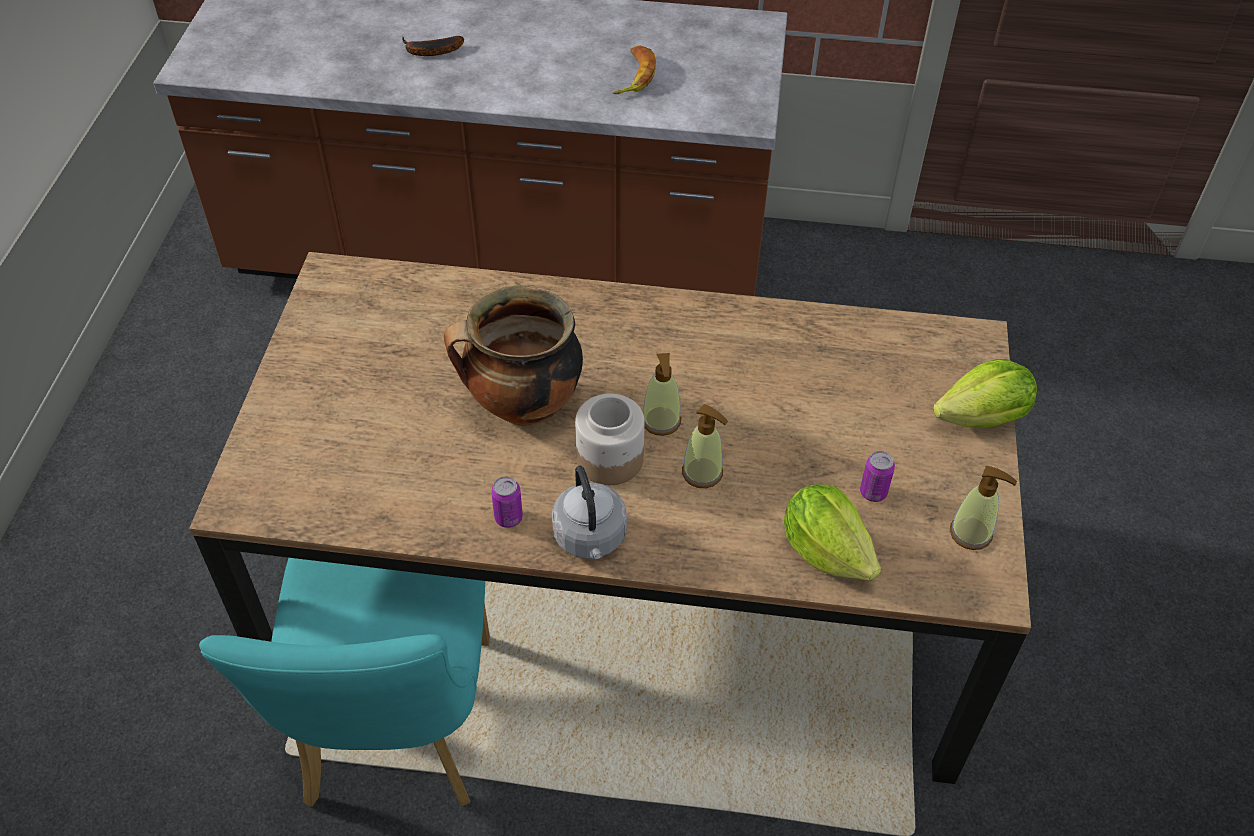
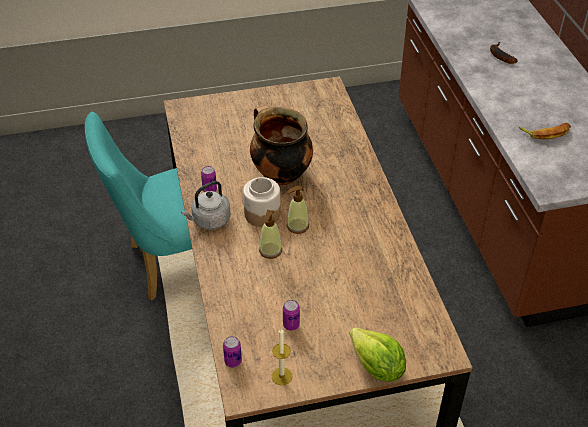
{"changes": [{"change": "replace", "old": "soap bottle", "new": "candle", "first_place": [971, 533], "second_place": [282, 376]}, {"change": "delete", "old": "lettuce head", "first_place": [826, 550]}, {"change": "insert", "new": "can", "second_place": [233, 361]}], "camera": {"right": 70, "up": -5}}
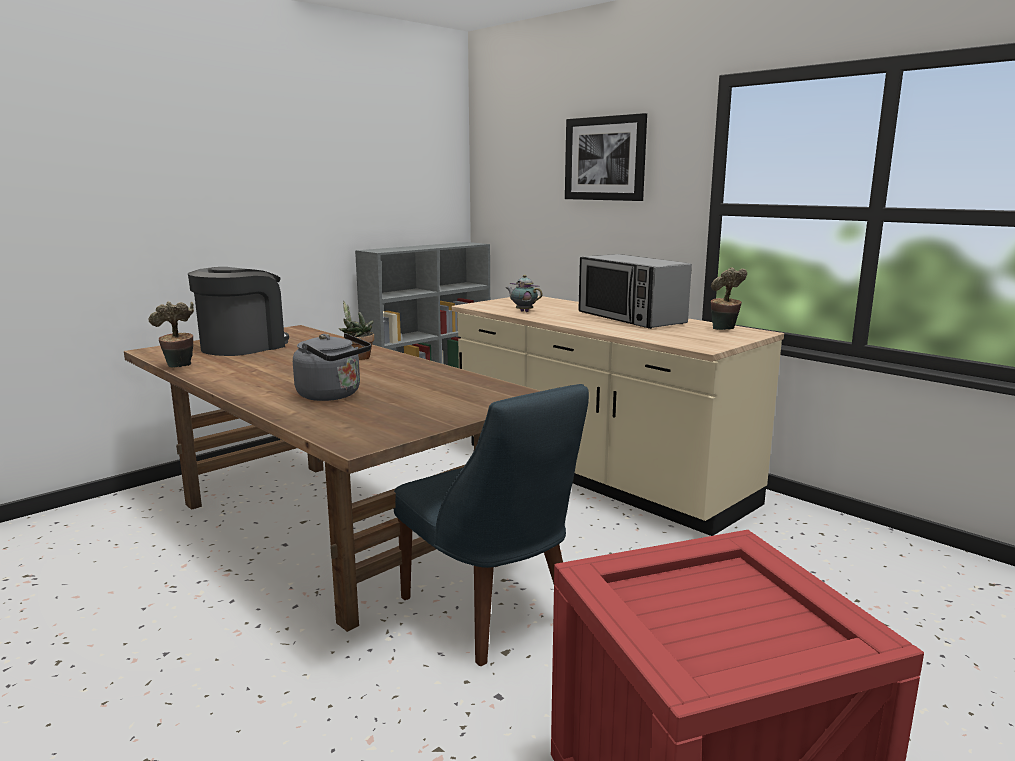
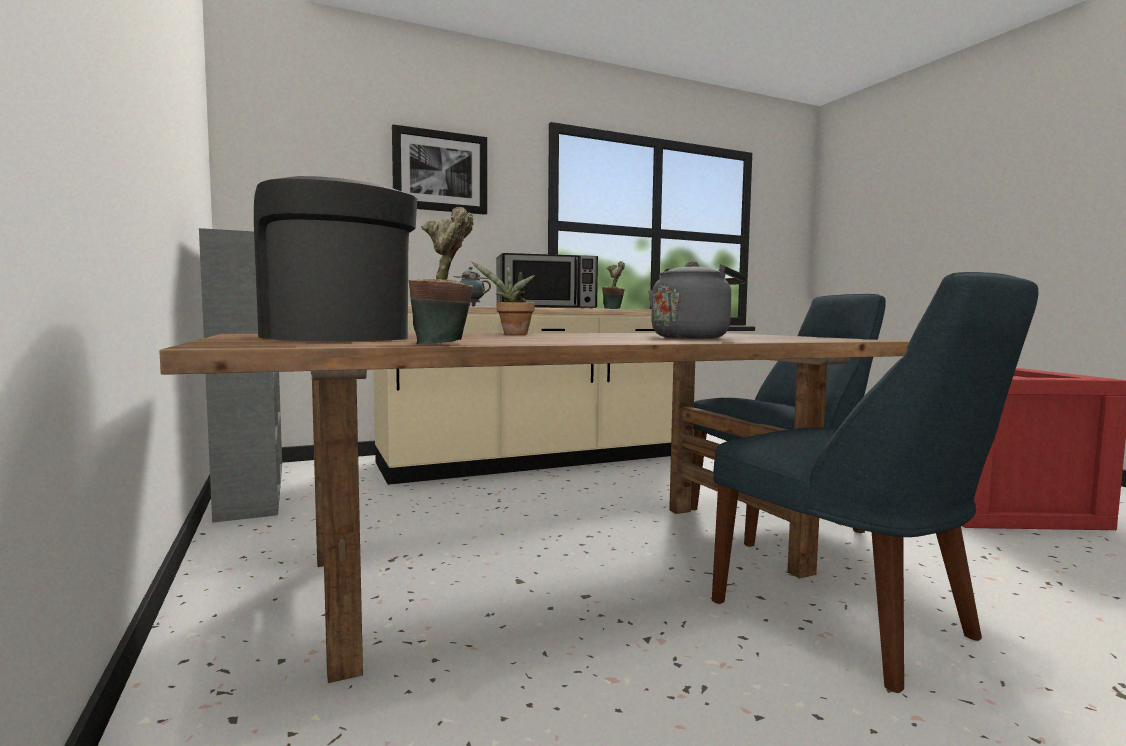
{"changes": [{"change": "insert", "new": "plain chair in blue", "second_place": [851, 623]}], "camera": {"right": -70, "up": -10}}
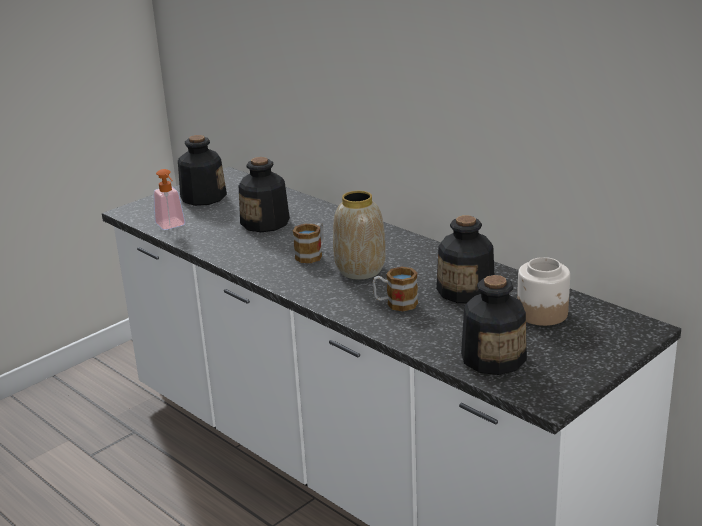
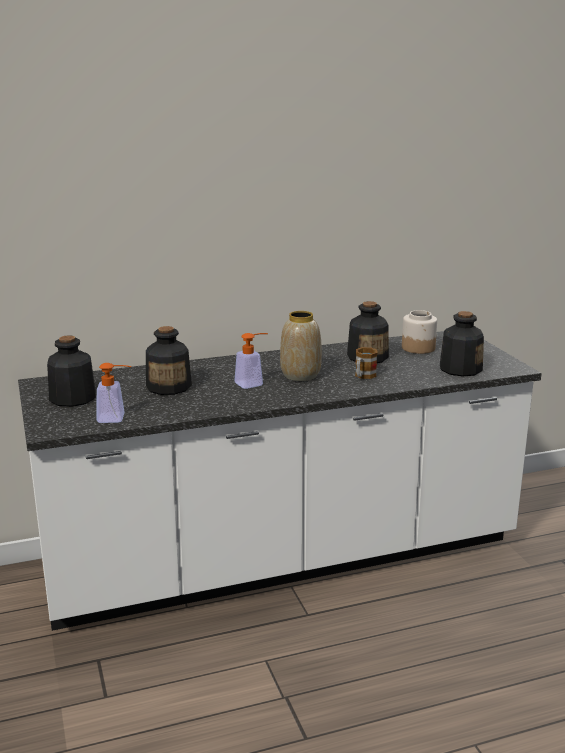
{"changes": [{"change": "replace", "old": "coffee mug", "new": "soap bottle", "first_place": [312, 254], "second_place": [253, 383]}], "camera": {"right": -65, "up": -5}}
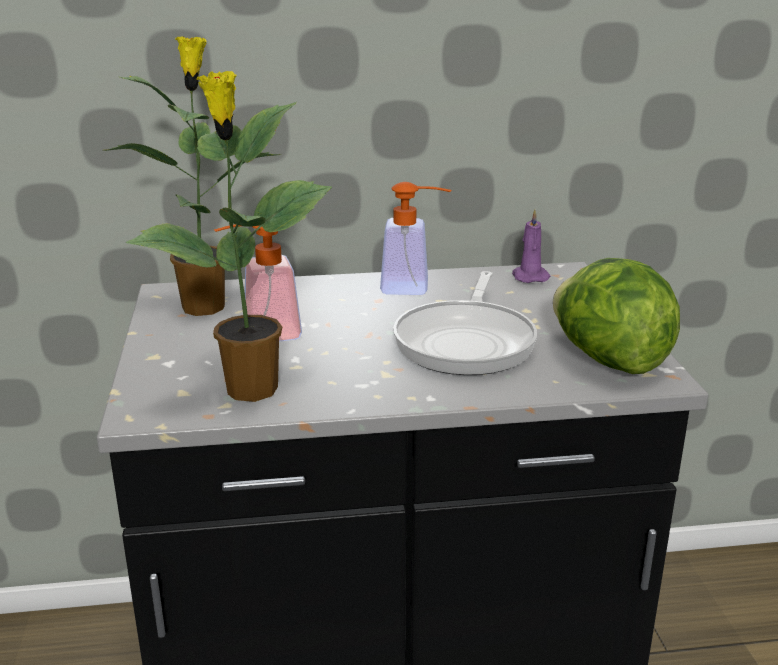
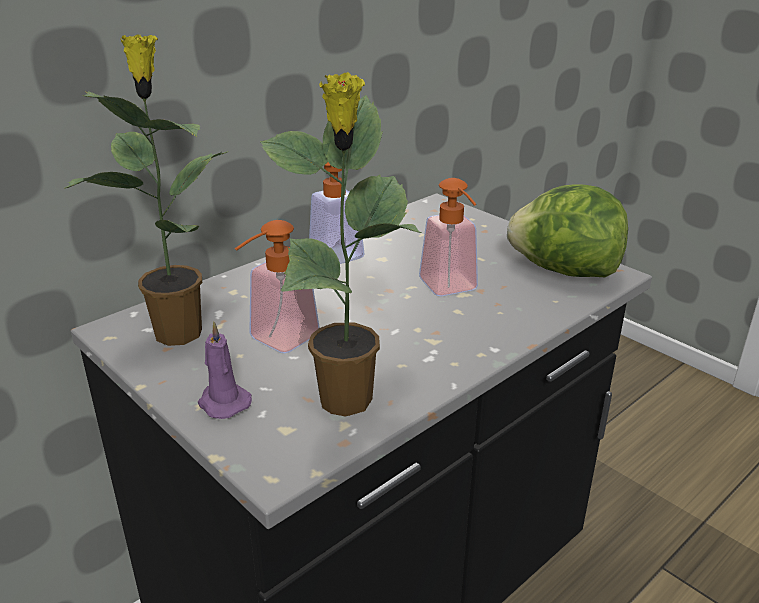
{"changes": [{"change": "move", "old": "candle in purplish", "first_place": [529, 276], "second_place": [223, 402]}, {"change": "replace", "old": "pan", "new": "soap bottle", "first_place": [467, 342], "second_place": [452, 289]}], "camera": {"right": -35, "up": 5}}
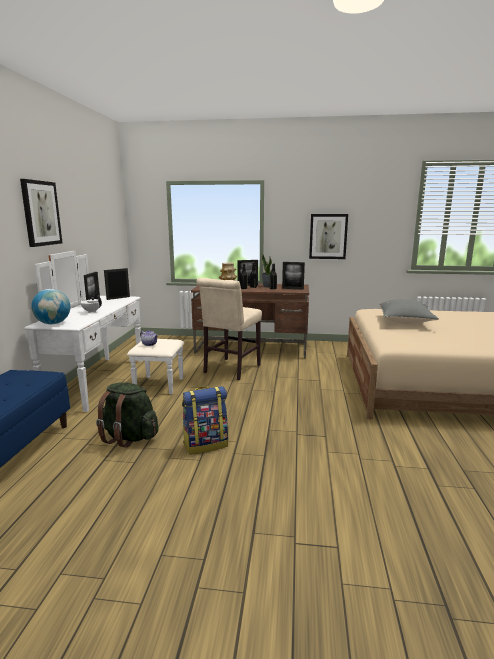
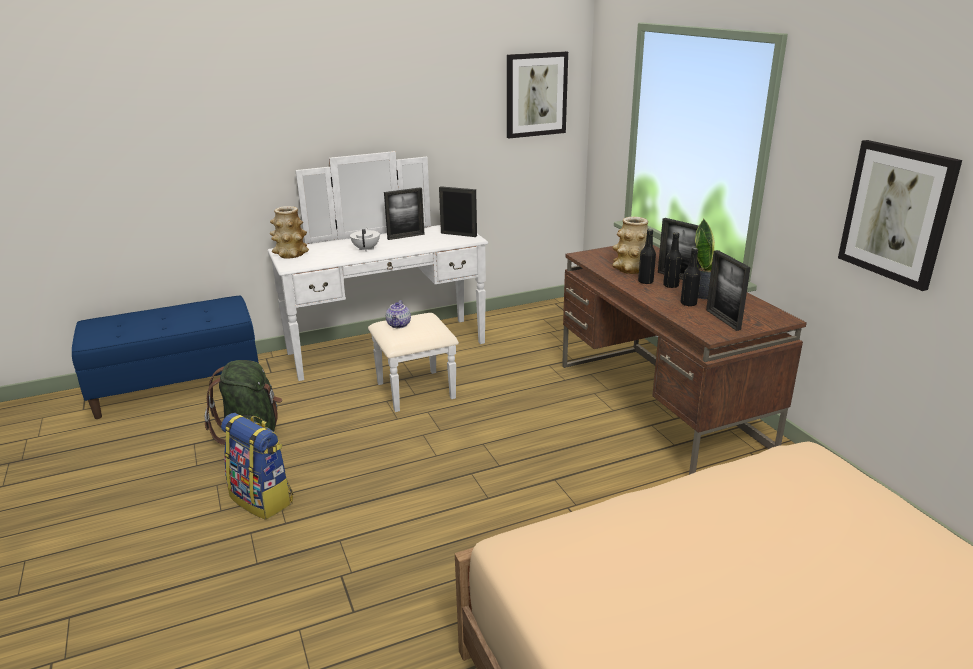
{"changes": [{"change": "move", "old": "picture", "first_place": [41, 213], "second_place": [536, 94]}, {"change": "delete", "old": "plain chair in sand-coloured", "first_place": [230, 370]}, {"change": "replace", "old": "globe", "new": "flower vase", "first_place": [53, 323], "second_place": [291, 254]}, {"change": "delete", "old": "throw pillow in grey", "first_place": [405, 322]}], "camera": {"right": 60, "up": 10}}
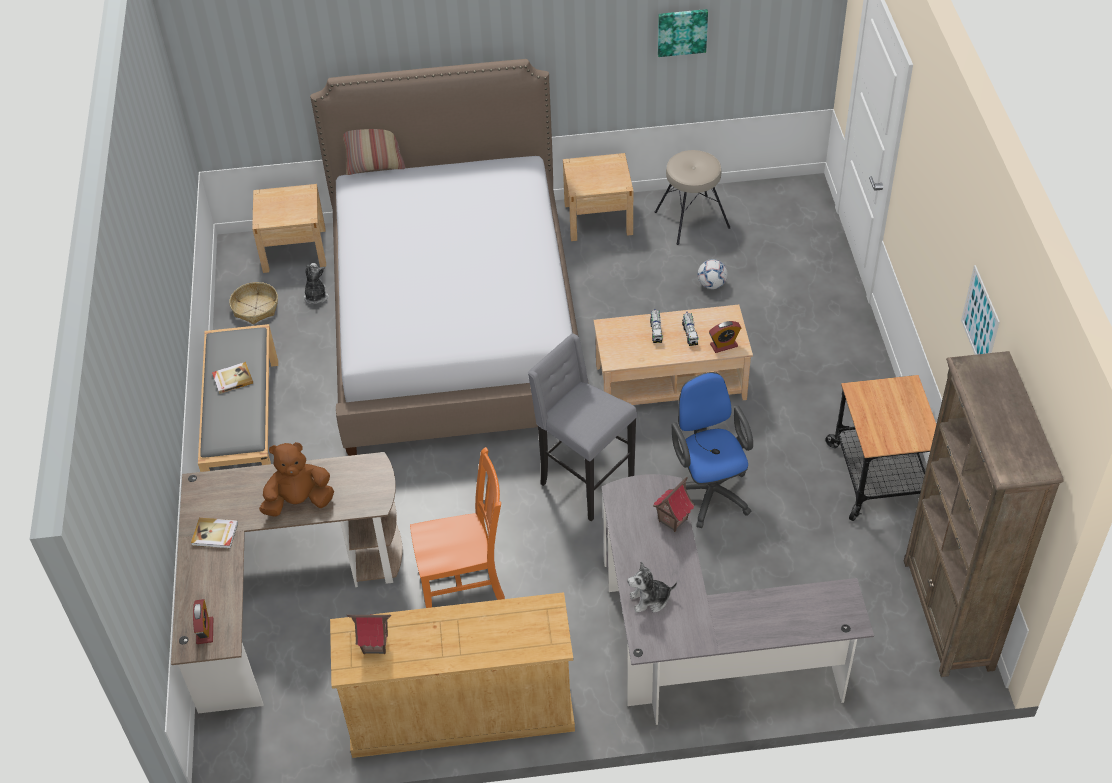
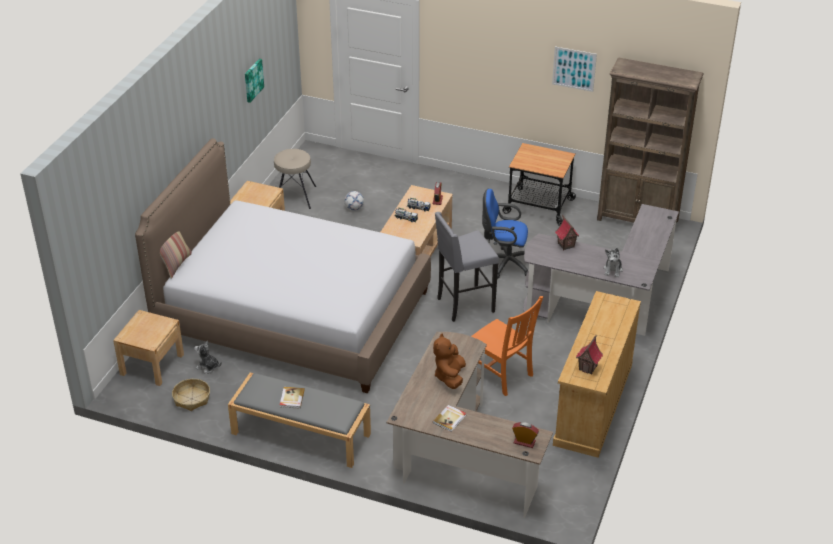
{"changes": [{"change": "rotate", "old": "plain chair in orange-coloured", "first_place": [464, 581], "second_place": [502, 374], "degrees": 120}], "camera": {"right": -65, "up": -10}}
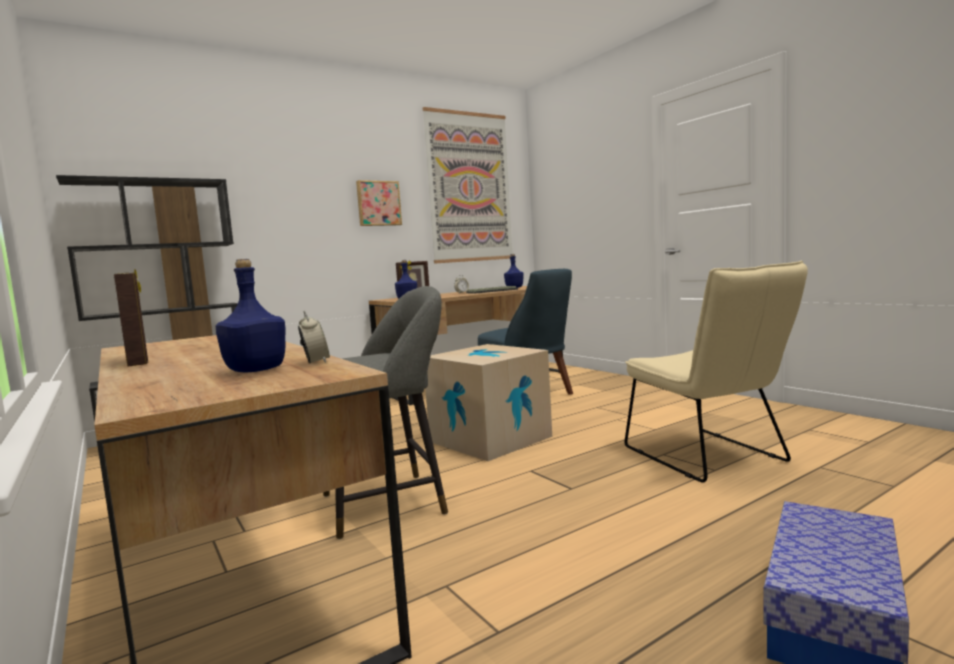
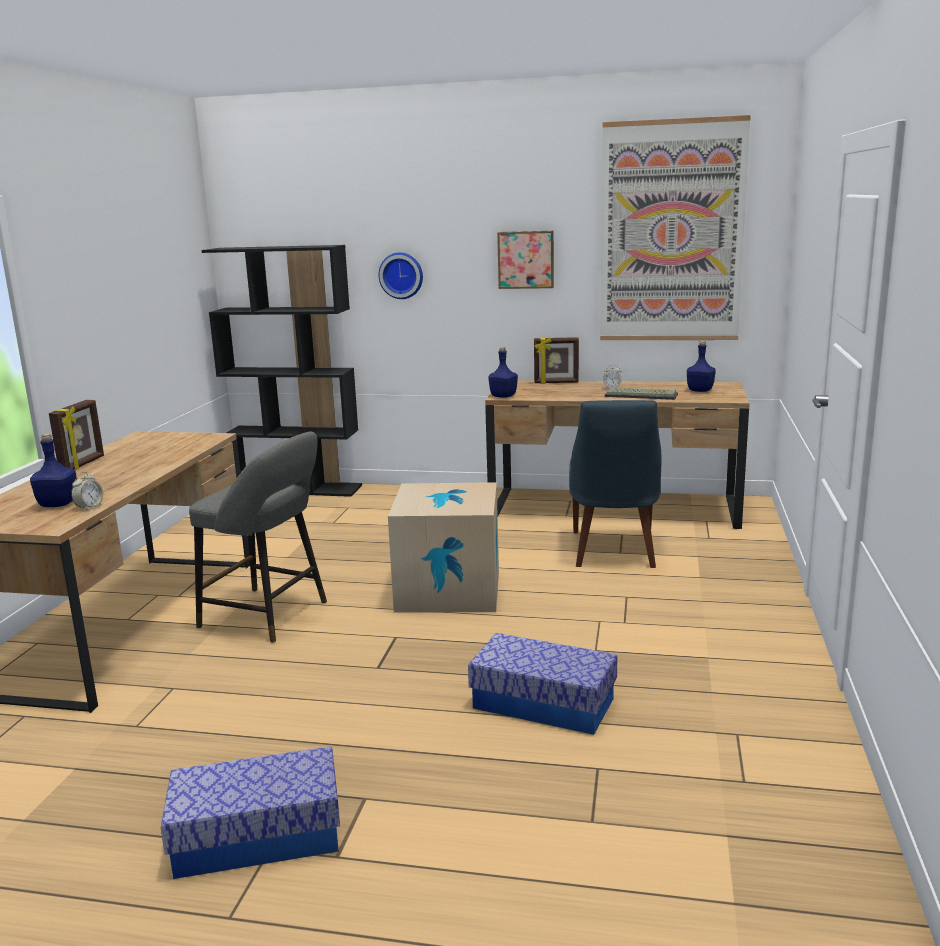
{"changes": [{"change": "replace", "old": "plain chair in sand-coloured", "new": "storage box", "first_place": [710, 458], "second_place": [543, 703]}, {"change": "insert", "new": "hanging clock", "second_place": [401, 275]}], "camera": {"right": 45, "up": 10}}
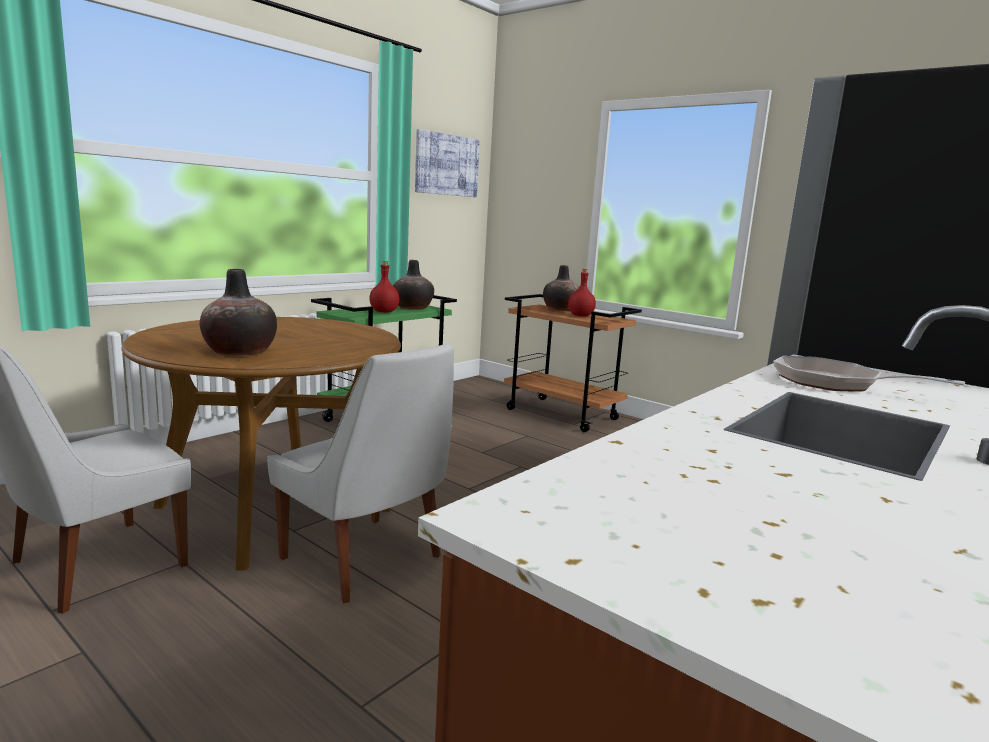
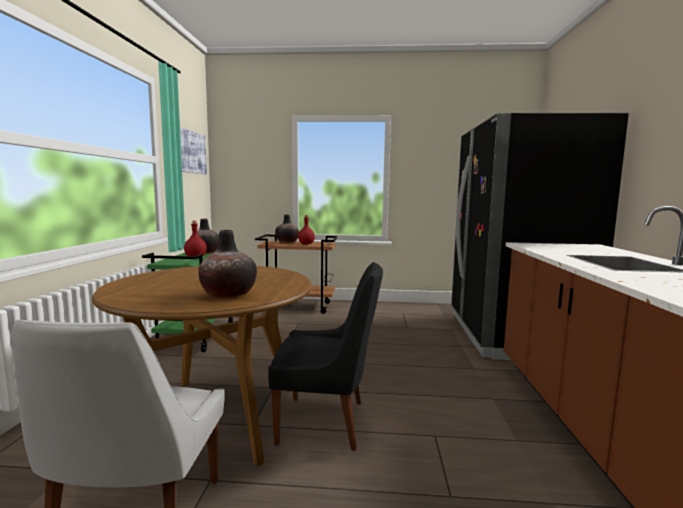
{"changes": [{"change": "recolor", "old": "plain chair in white", "new": "plain chair in black-coloured", "first_place": [365, 560], "second_place": [326, 422]}, {"change": "delete", "old": "pan", "first_place": [835, 383]}], "camera": {"right": -35, "up": -5}}
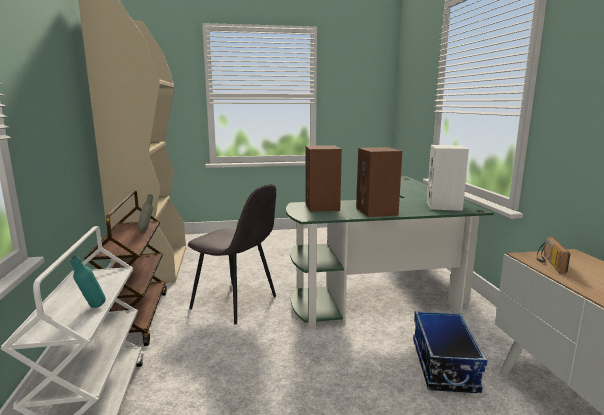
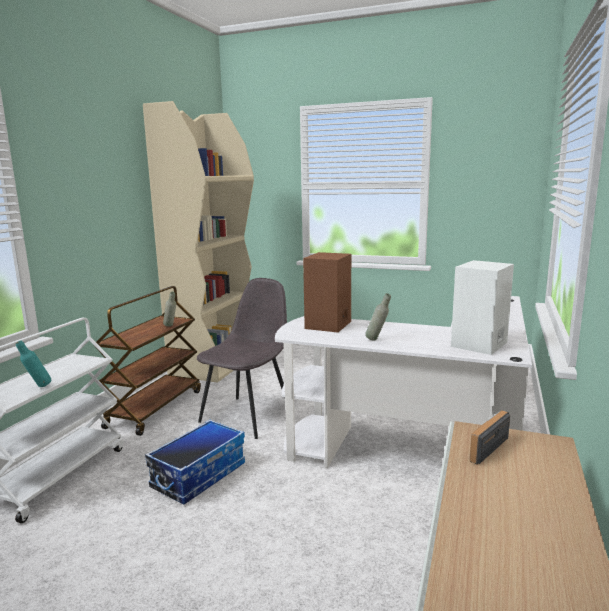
{"changes": [{"change": "replace", "old": "loudspeaker in brown", "new": "drink bottle in grey", "first_place": [377, 211], "second_place": [377, 340]}, {"change": "recolor", "old": "desk table in green-coloured", "new": "desk table in white", "first_place": [388, 288], "second_place": [427, 439]}, {"change": "rotate", "old": "plain chair in grey", "first_place": [236, 303], "second_place": [247, 416], "degrees": -120}, {"change": "move", "old": "storage box", "first_place": [442, 365], "second_place": [198, 475]}], "camera": {"right": 30, "up": 0}}
